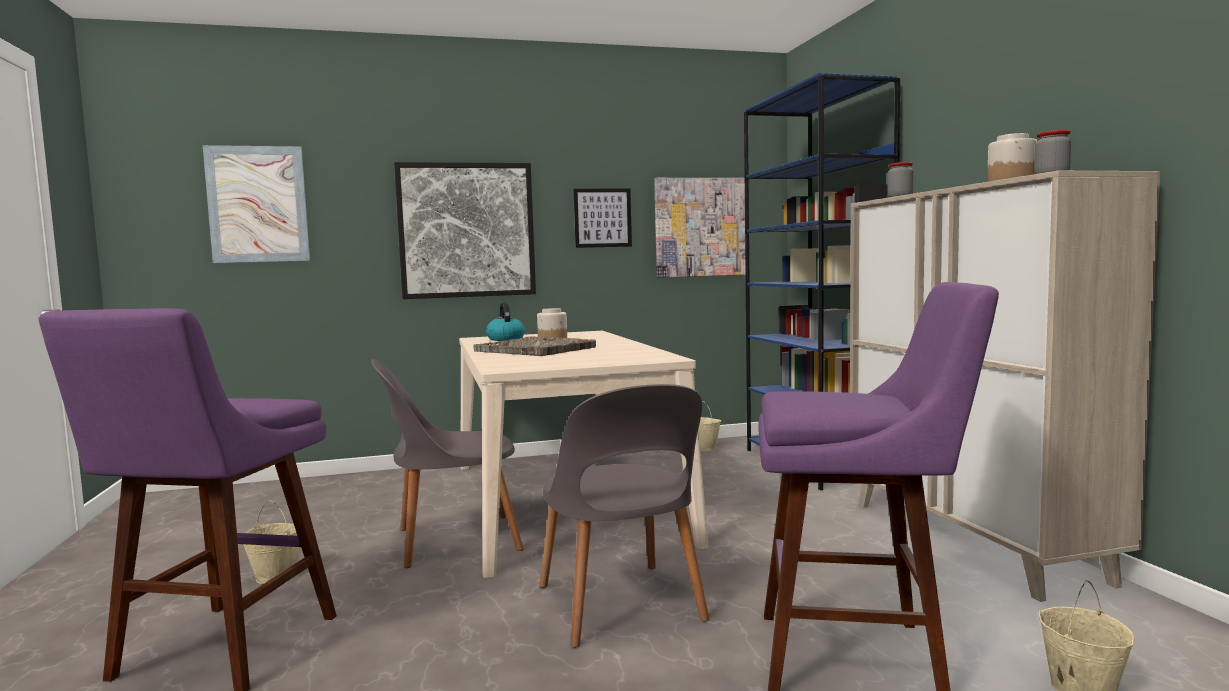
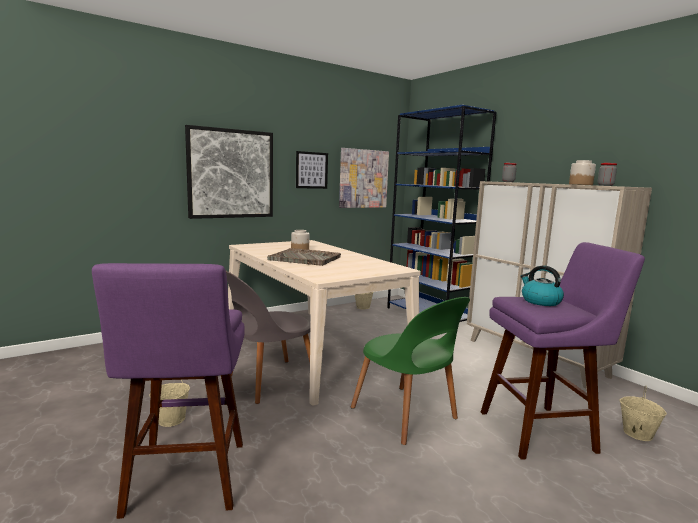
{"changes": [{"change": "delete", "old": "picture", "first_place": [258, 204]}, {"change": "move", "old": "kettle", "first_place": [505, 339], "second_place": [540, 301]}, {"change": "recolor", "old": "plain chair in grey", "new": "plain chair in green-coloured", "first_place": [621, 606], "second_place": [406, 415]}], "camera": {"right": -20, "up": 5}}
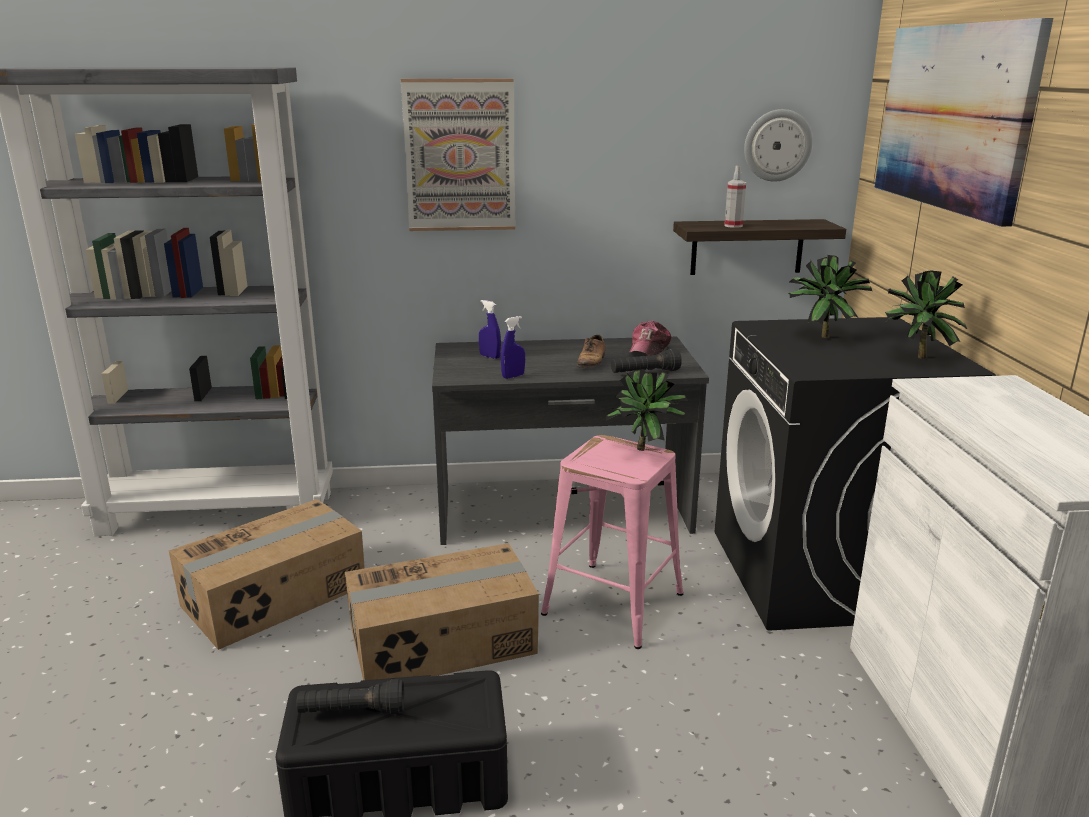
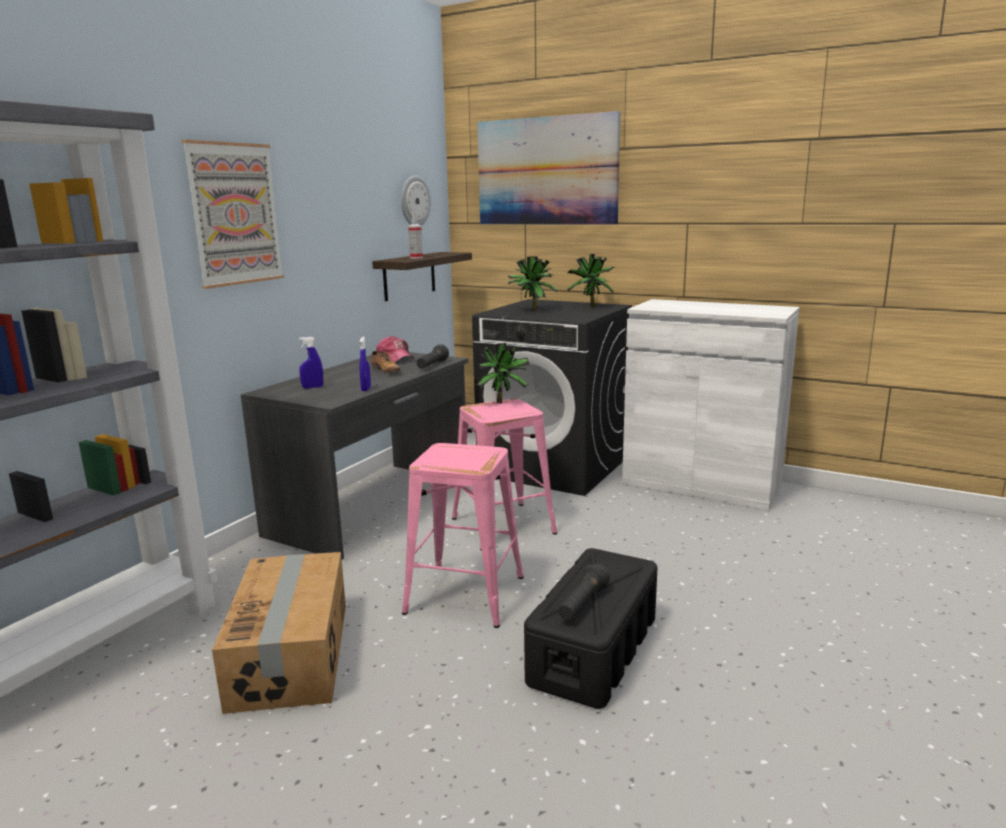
{"changes": [{"change": "replace", "old": "carton", "new": "stool seat in pinkish", "first_place": [443, 642], "second_place": [465, 593]}], "camera": {"right": -55, "up": -5}}
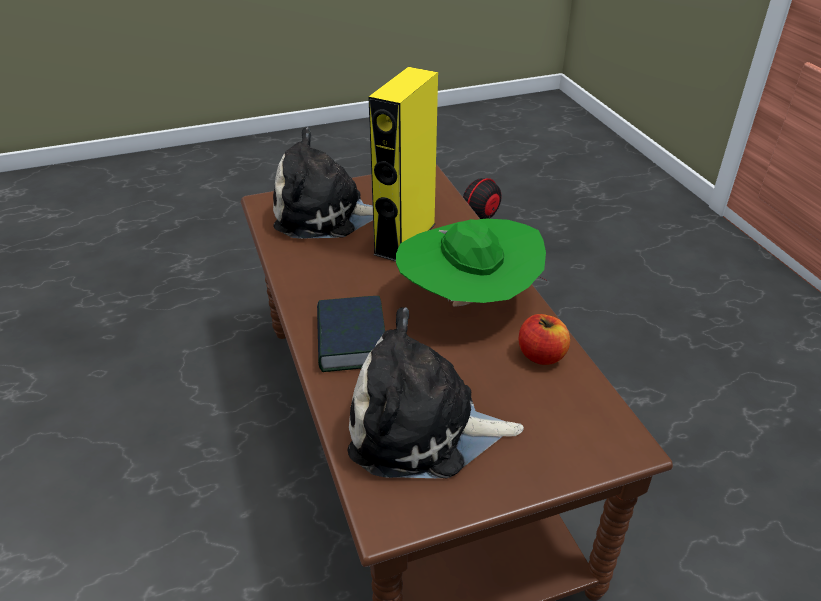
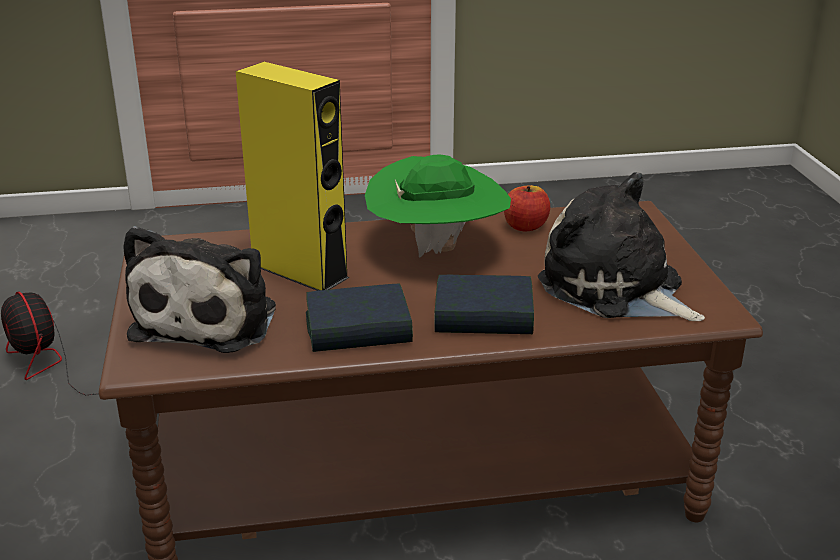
{"changes": [{"change": "rotate", "old": "cuddly toy", "first_place": [423, 428], "second_place": [616, 288], "degrees": 120}, {"change": "insert", "new": "volume", "second_place": [358, 329]}], "camera": {"right": -80, "up": -10}}
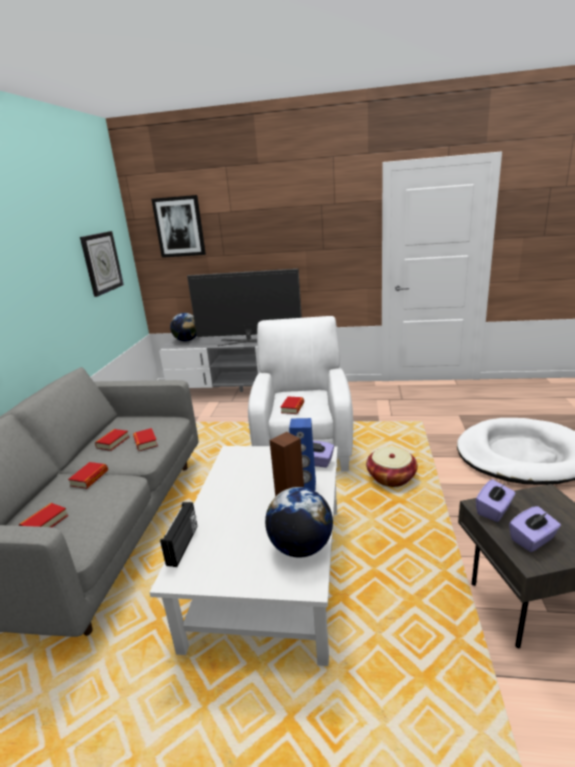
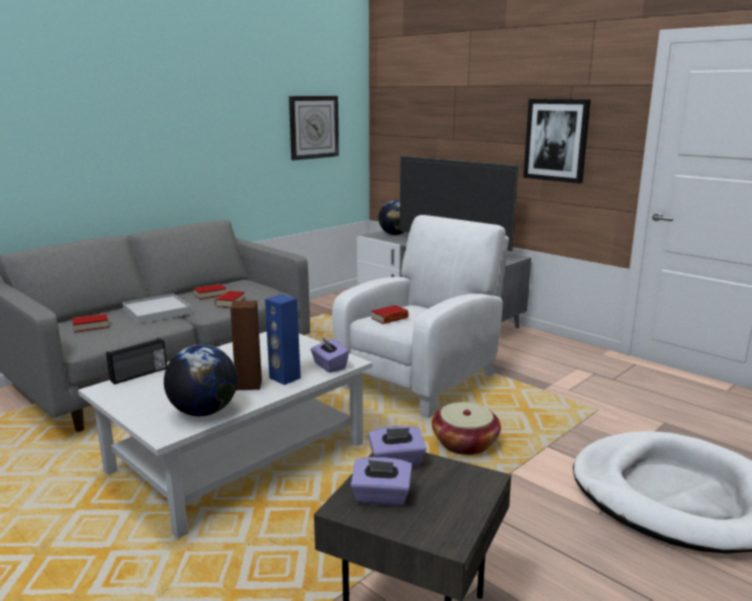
{"changes": [{"change": "move", "old": "picture", "first_place": [179, 227], "second_place": [556, 140]}, {"change": "replace", "old": "volume", "new": "carrying tray in white", "first_place": [89, 478], "second_place": [157, 311]}], "camera": {"right": 35, "up": -5}}
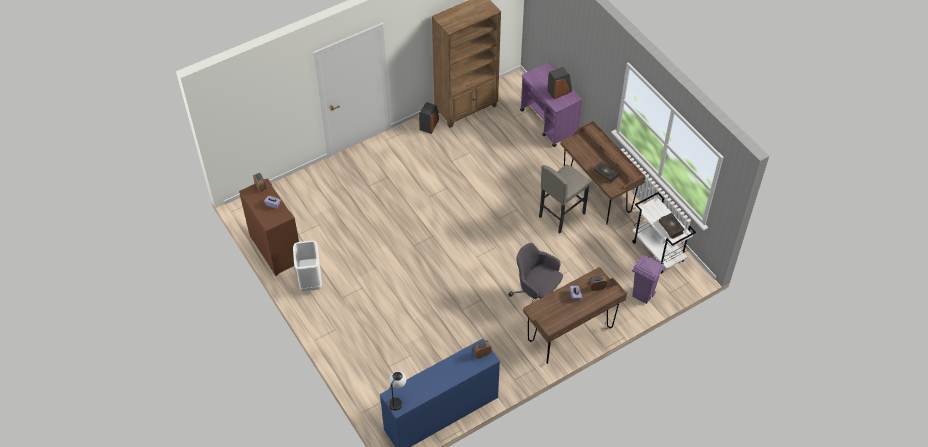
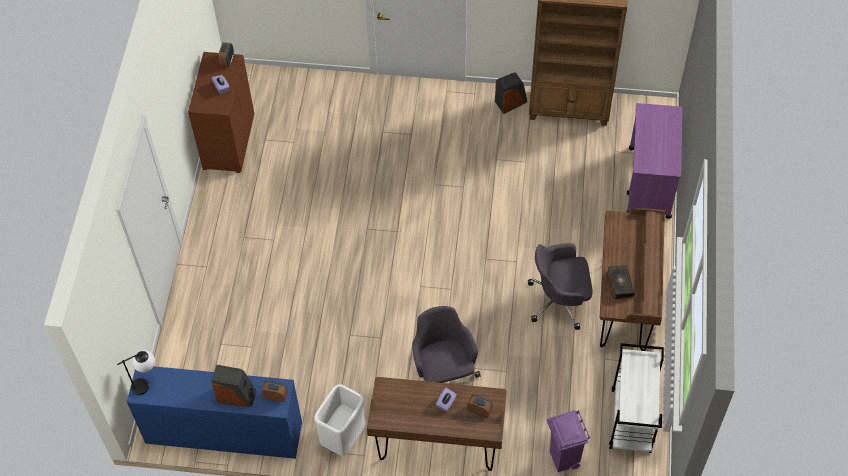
{"changes": [{"change": "move", "old": "loudspeaker", "first_place": [559, 91], "second_place": [236, 395]}, {"change": "replace", "old": "stool seat in grey", "new": "desk chair in grey", "first_place": [561, 215], "second_place": [560, 301]}, {"change": "delete", "old": "volume", "first_place": [671, 228]}, {"change": "move", "old": "waste bin in white", "first_place": [310, 282], "second_place": [343, 437]}], "camera": {"right": 40, "up": 5}}
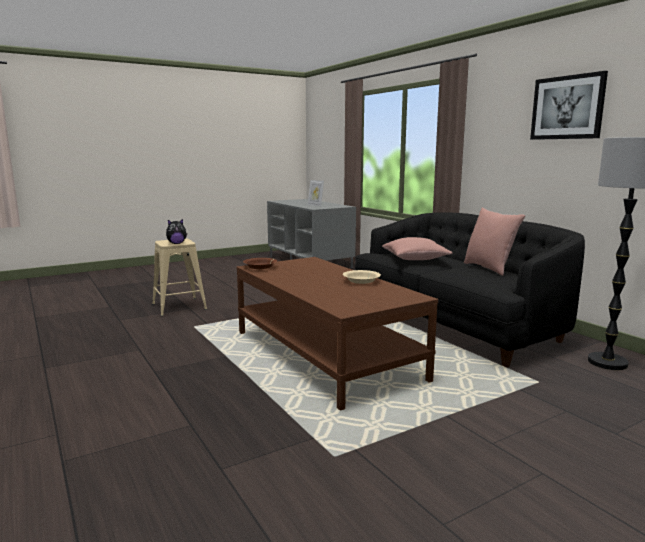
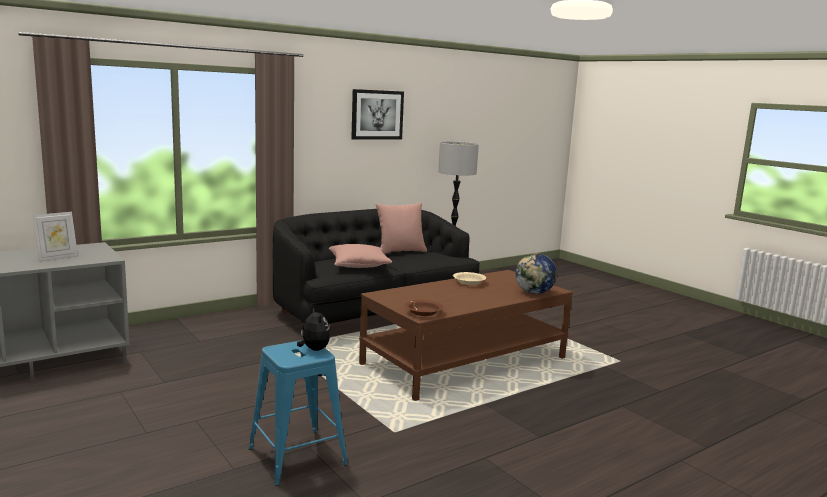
{"changes": [{"change": "recolor", "old": "stool seat in sand-coloured", "new": "stool seat in blue", "first_place": [179, 307], "second_place": [298, 457]}, {"change": "insert", "new": "globe", "second_place": [534, 293]}], "camera": {"right": -95, "up": 0}}
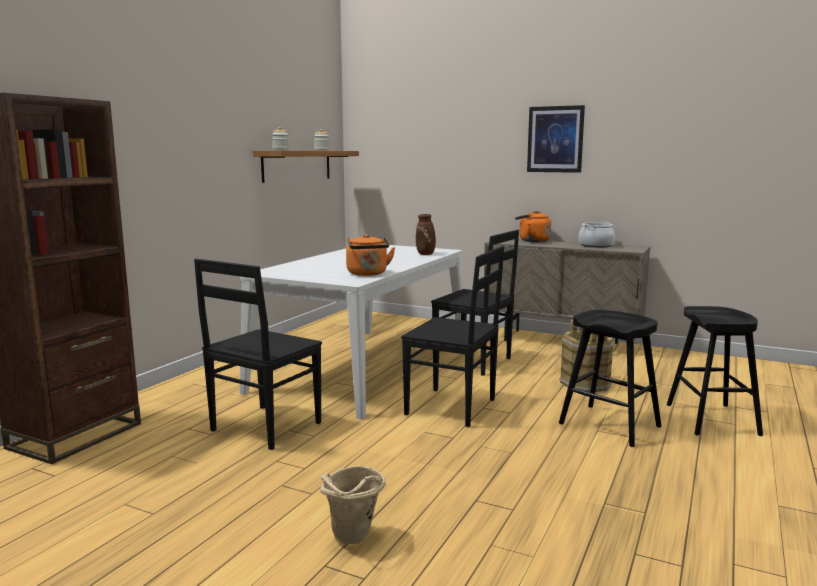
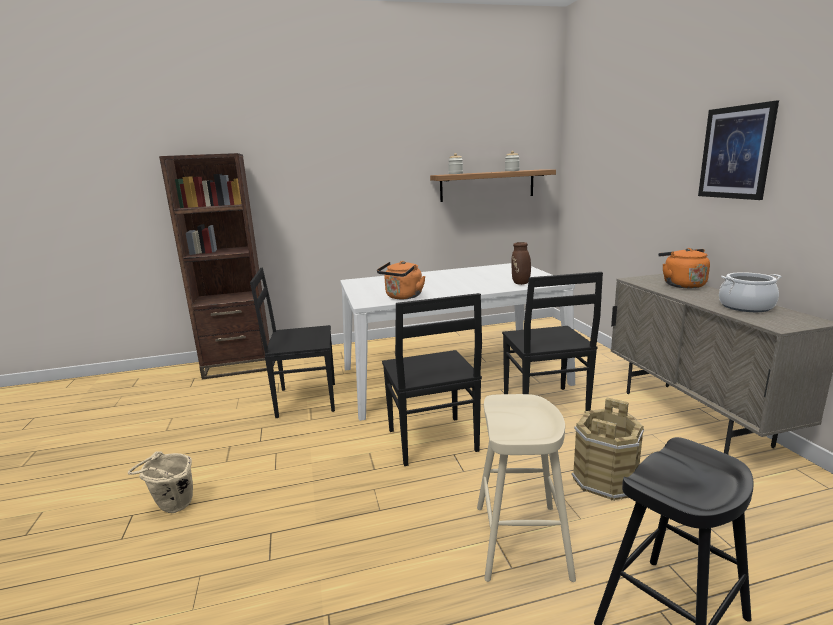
{"changes": [{"change": "recolor", "old": "stool seat in black-coloured", "new": "stool seat in sand-coloured", "first_place": [609, 425], "second_place": [521, 540]}], "camera": {"right": 50, "up": 5}}
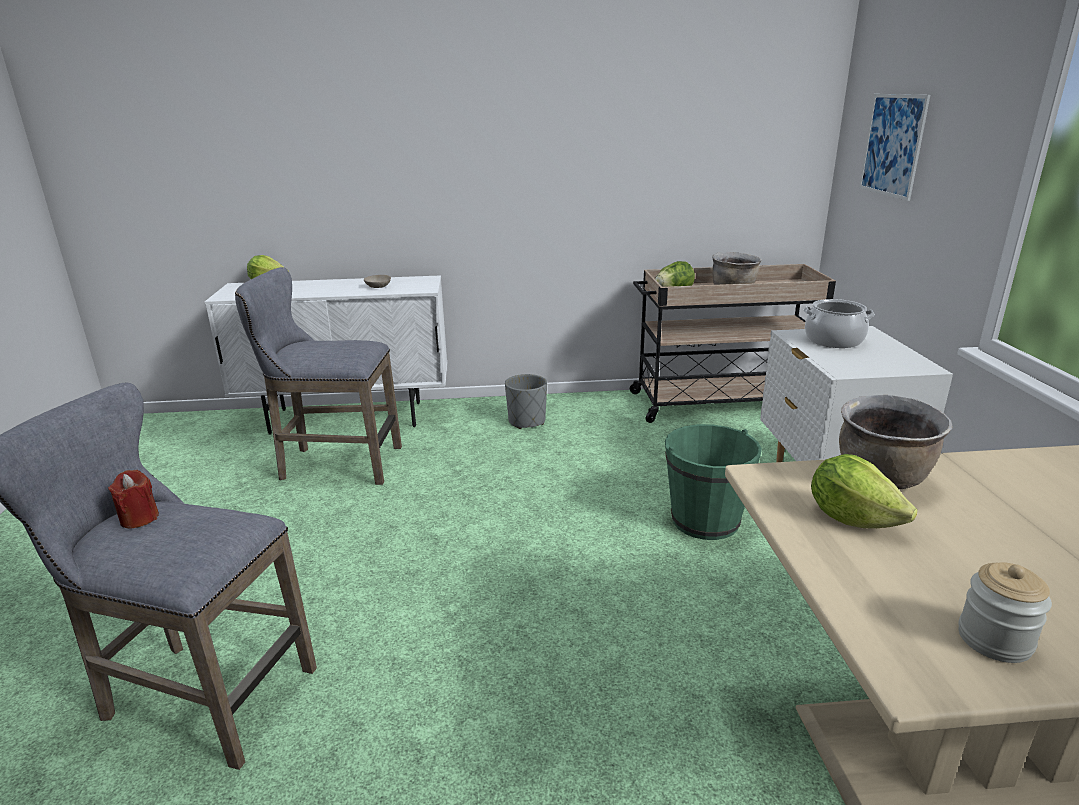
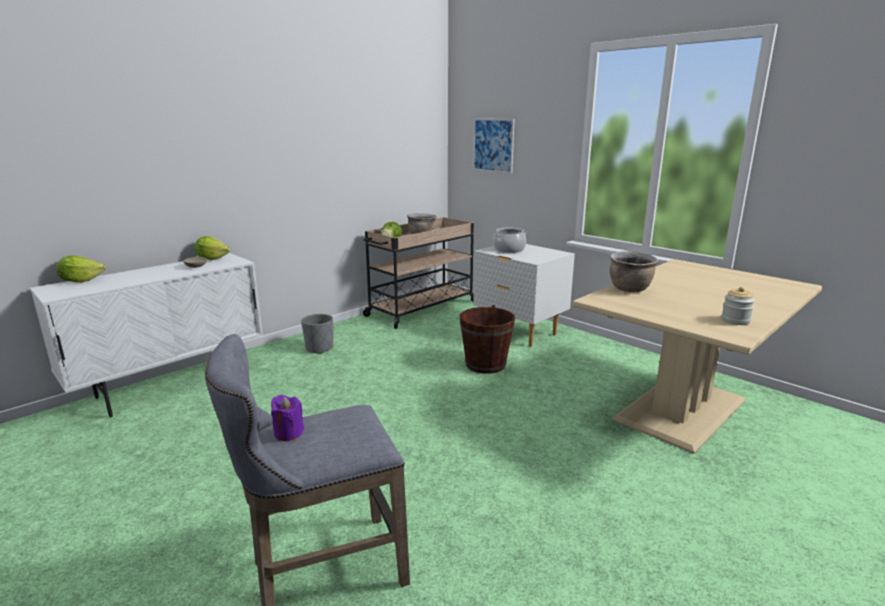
{"changes": [{"change": "delete", "old": "stool seat in grey", "first_place": [334, 464]}, {"change": "recolor", "old": "bucket in green-coloured", "new": "bucket in brown", "first_place": [705, 521], "second_place": [485, 364]}, {"change": "move", "old": "lettuce head", "first_place": [852, 518], "second_place": [212, 259]}, {"change": "recolor", "old": "candle in red-coloured", "new": "candle in purplish", "first_place": [139, 518], "second_place": [288, 433]}], "camera": {"right": -40, "up": -5}}
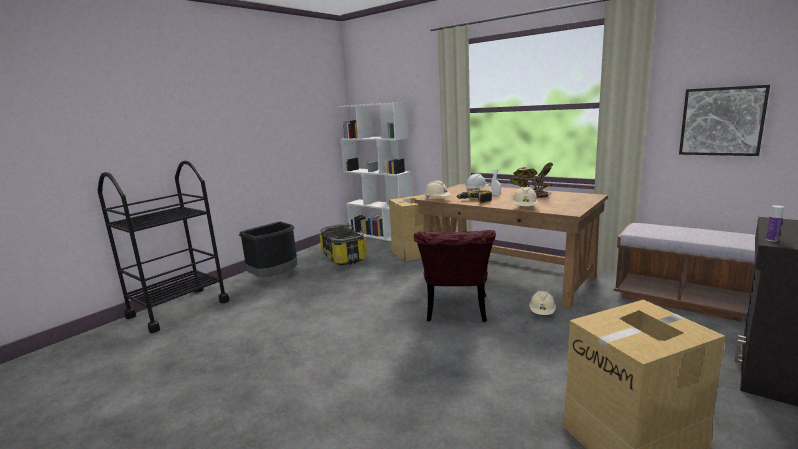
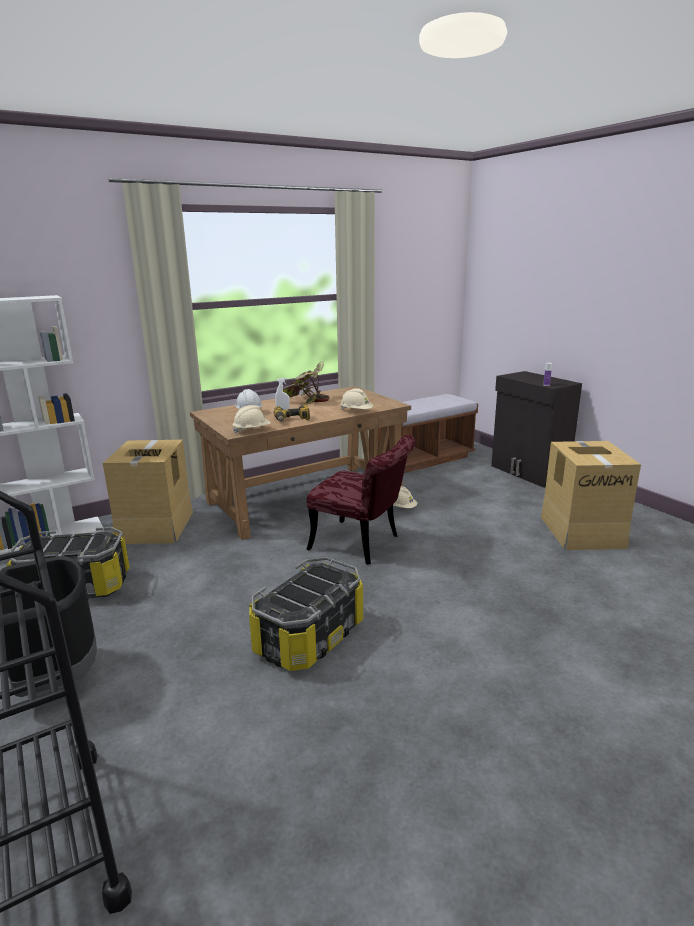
{"changes": [{"change": "delete", "old": "picture", "first_place": [721, 121]}, {"change": "insert", "new": "storage box", "second_place": [309, 636]}], "camera": {"right": -70, "up": 5}}
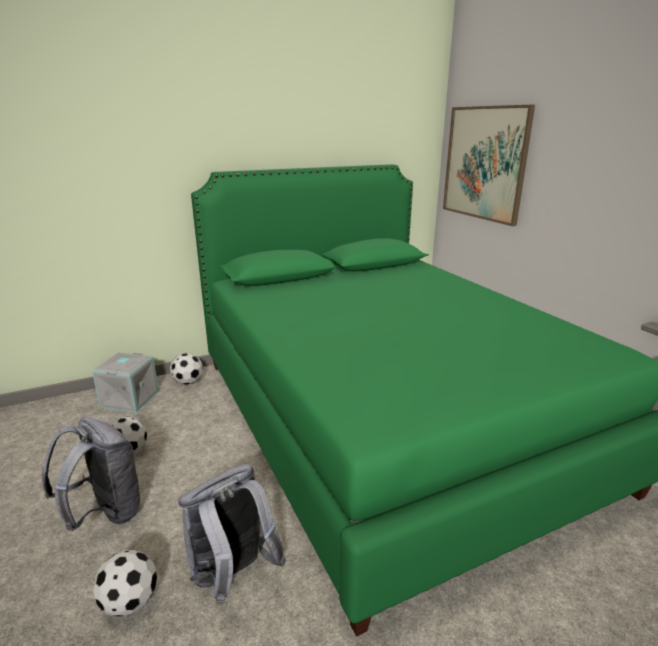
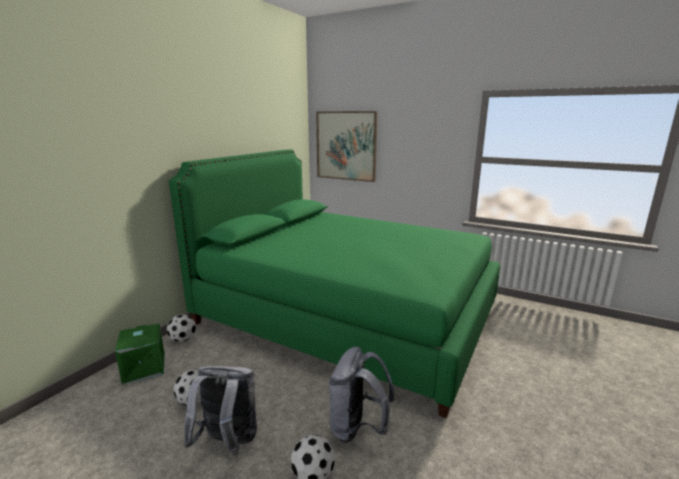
{"changes": [{"change": "recolor", "old": "storage box in grey", "new": "storage box in green-coloured", "first_place": [129, 398], "second_place": [143, 368]}], "camera": {"right": -35, "up": -5}}
